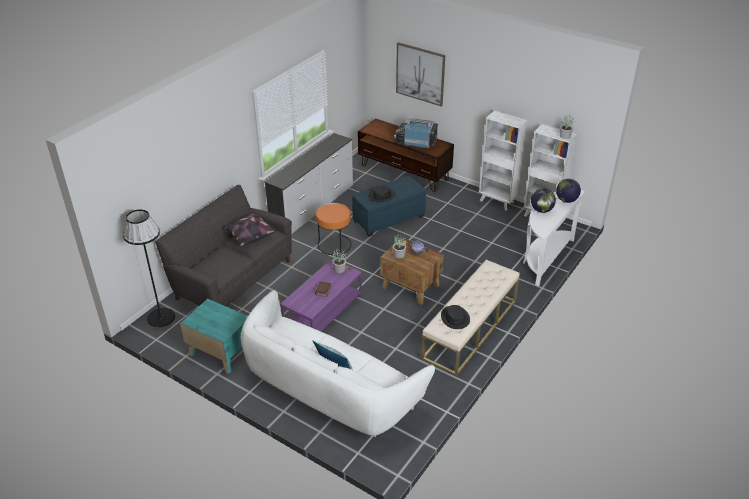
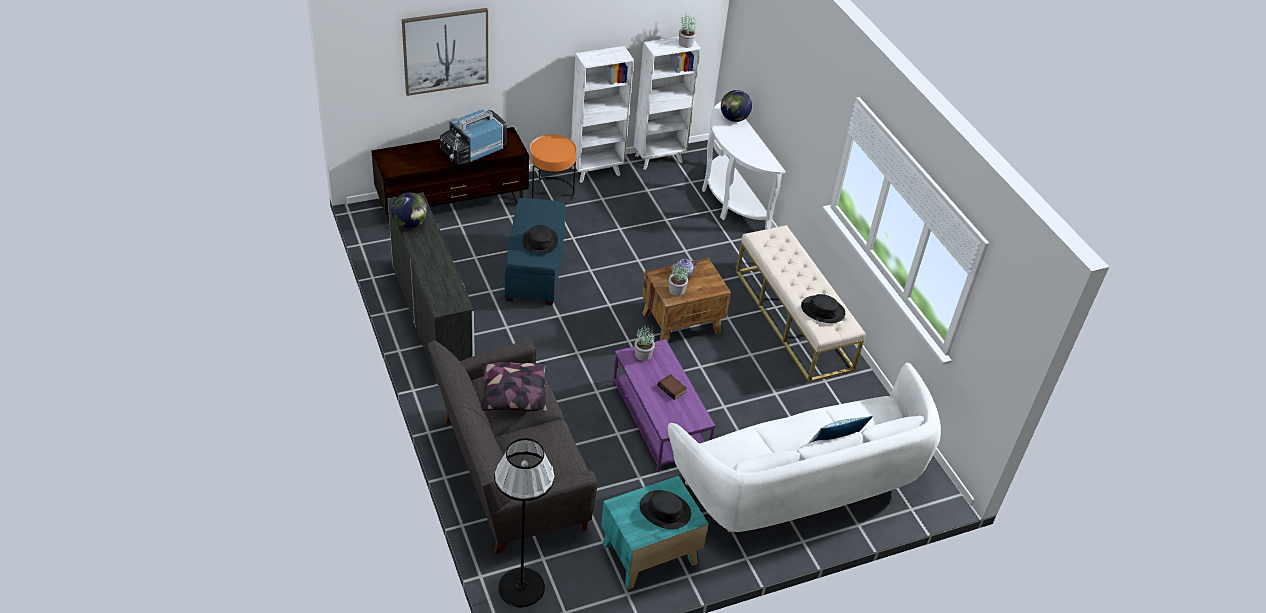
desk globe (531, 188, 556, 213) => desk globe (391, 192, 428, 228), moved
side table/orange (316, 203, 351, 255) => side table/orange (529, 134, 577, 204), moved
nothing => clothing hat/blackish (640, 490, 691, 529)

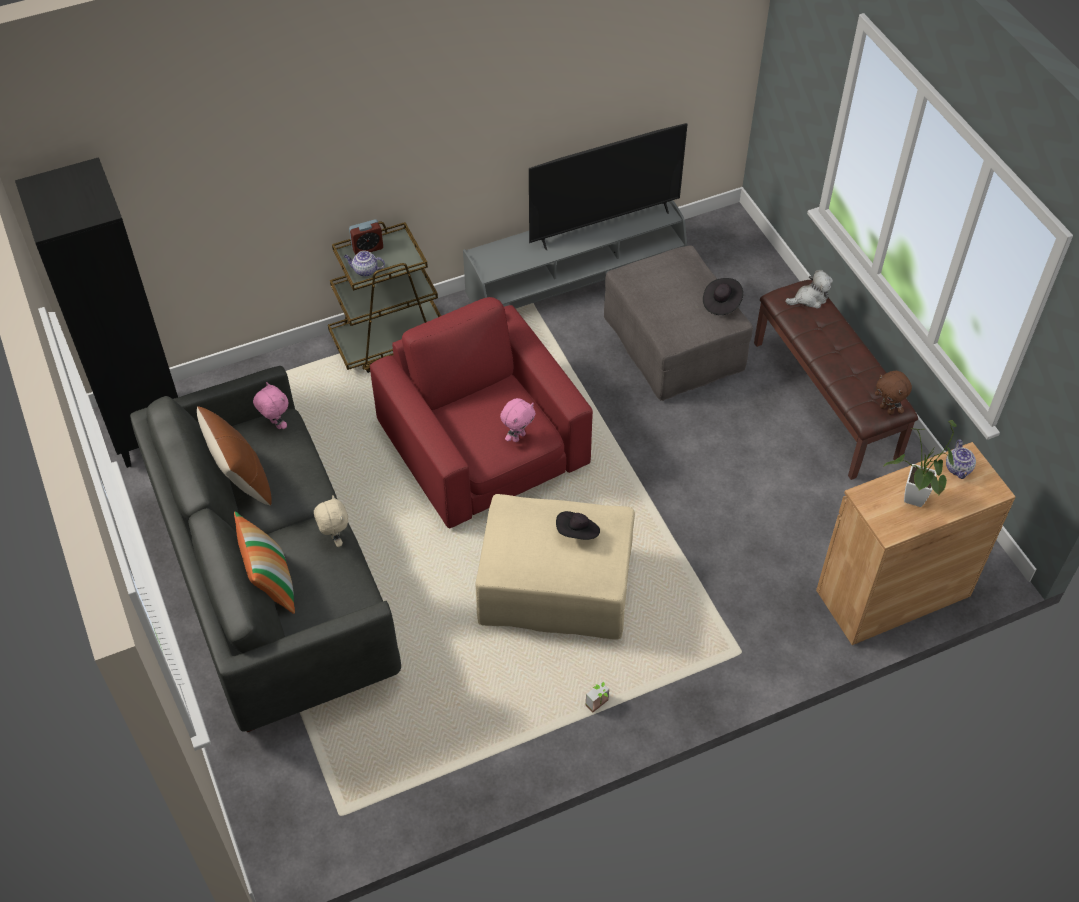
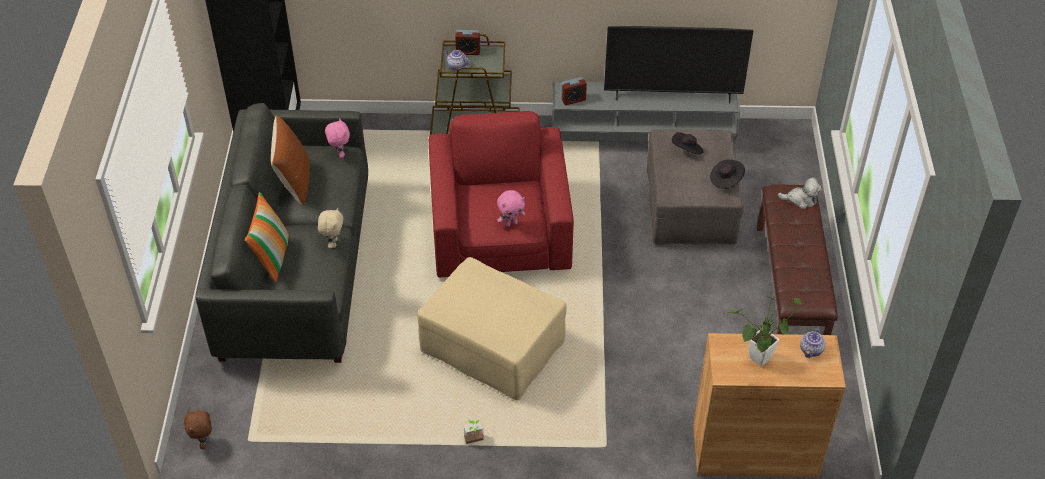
plush toy/brownish (875, 371, 912, 415) => plush toy/brownish (184, 410, 212, 450), moved
nothing => bedside clock (561, 77, 587, 105)
clothing hat/blackish (556, 511, 600, 540) => clothing hat/blackish (672, 132, 704, 154), moved

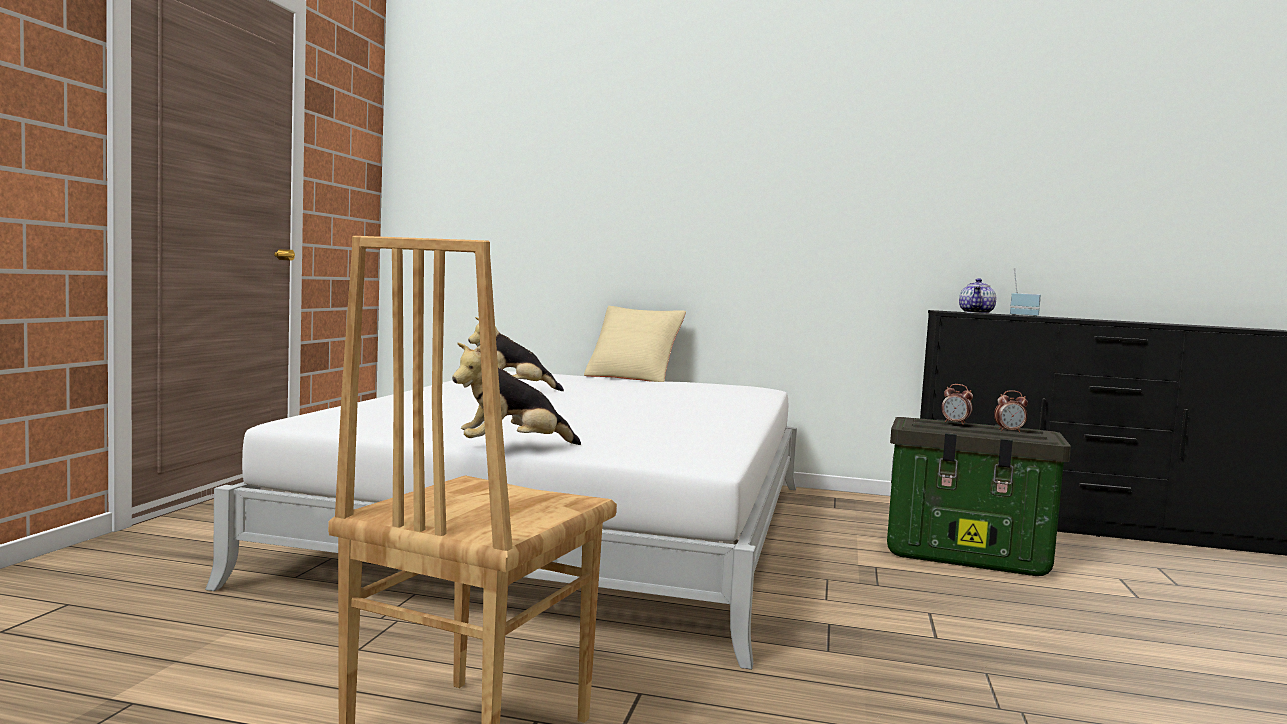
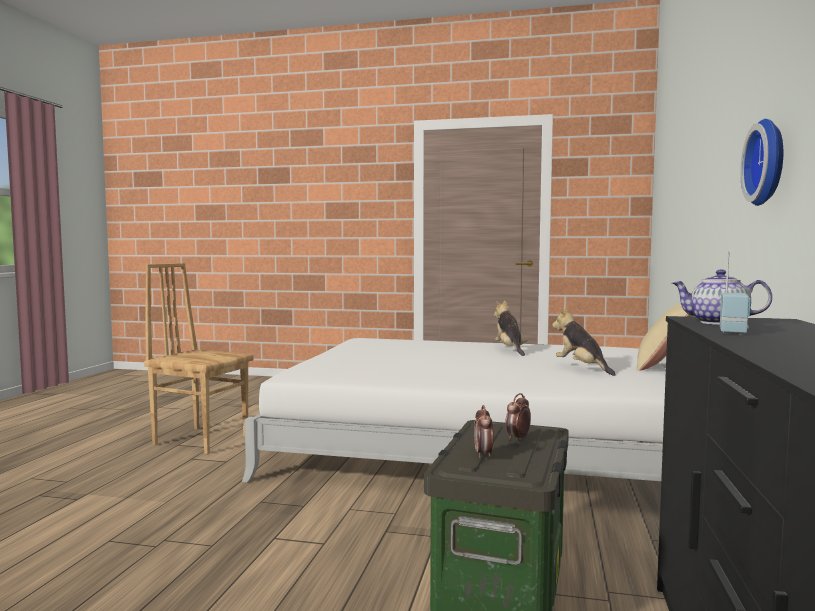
plush toy (452, 343, 581, 445) => plush toy (552, 308, 616, 376), moved
nothing => hanging clock (740, 119, 783, 206)

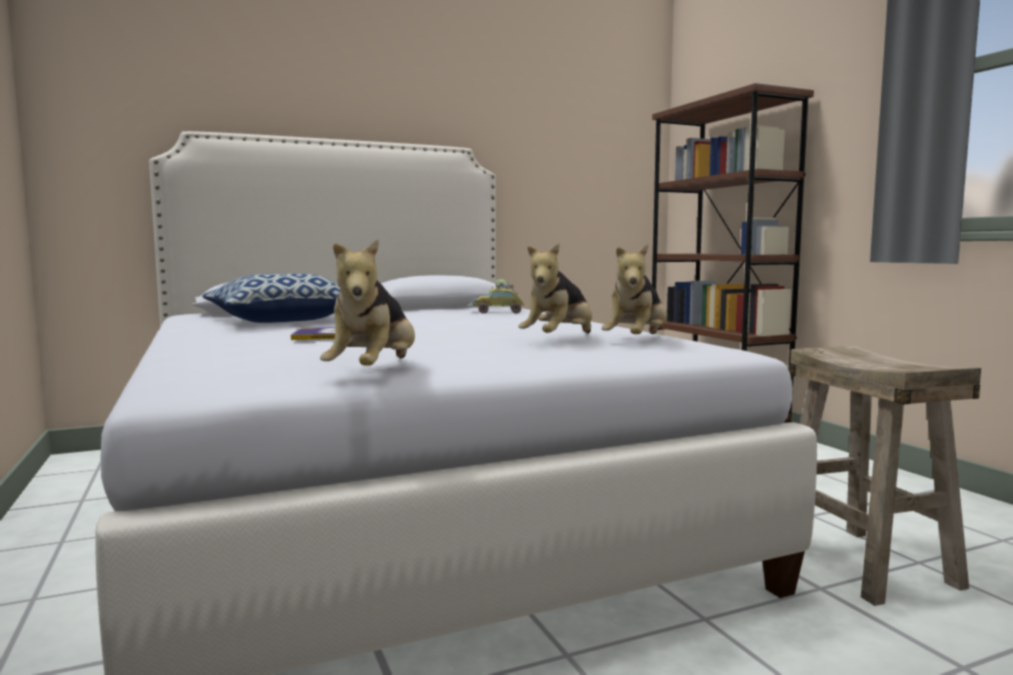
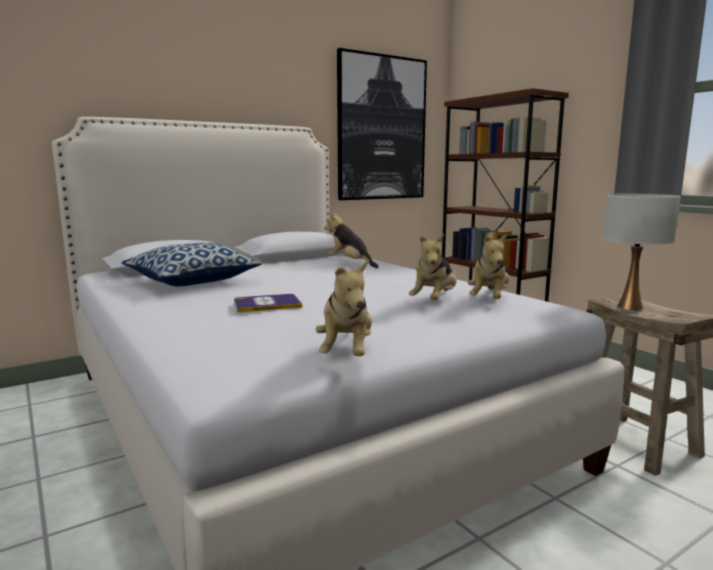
toy car (467, 279, 524, 314) => plush toy (324, 213, 379, 268)
nothing => wall art (337, 48, 427, 200)
nothing => table lamp/white (603, 194, 681, 310)

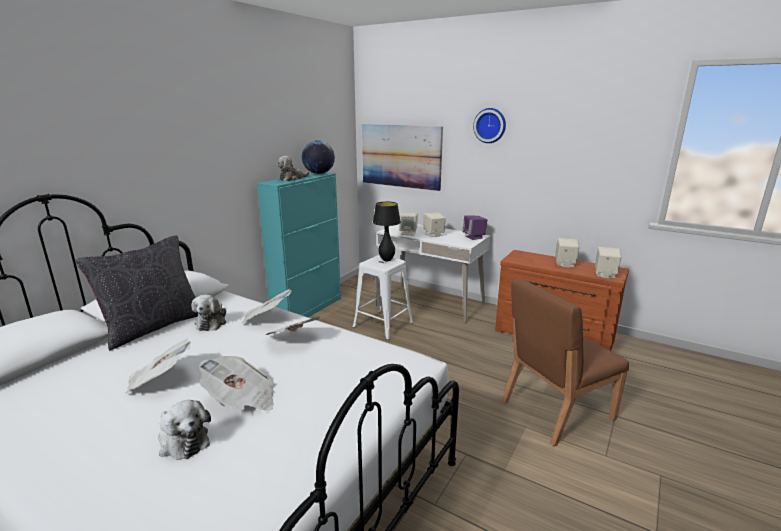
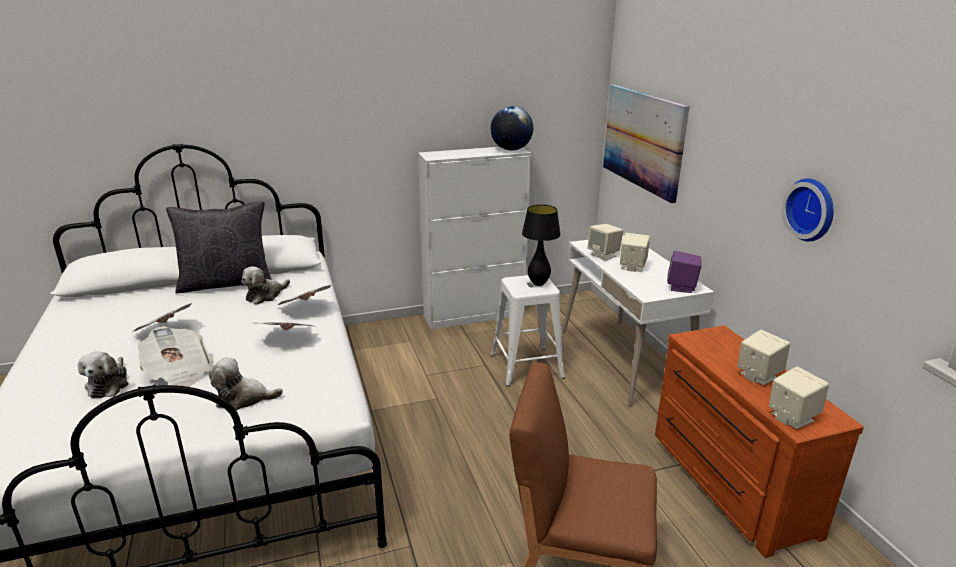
plush toy (277, 156, 309, 181) => plush toy (209, 357, 283, 410), moved
cabinet/turquoise (257, 173, 341, 317) => cabinet/white (418, 147, 531, 330)
hanging clock (473, 108, 506, 143) => hanging clock (782, 178, 834, 242), moved

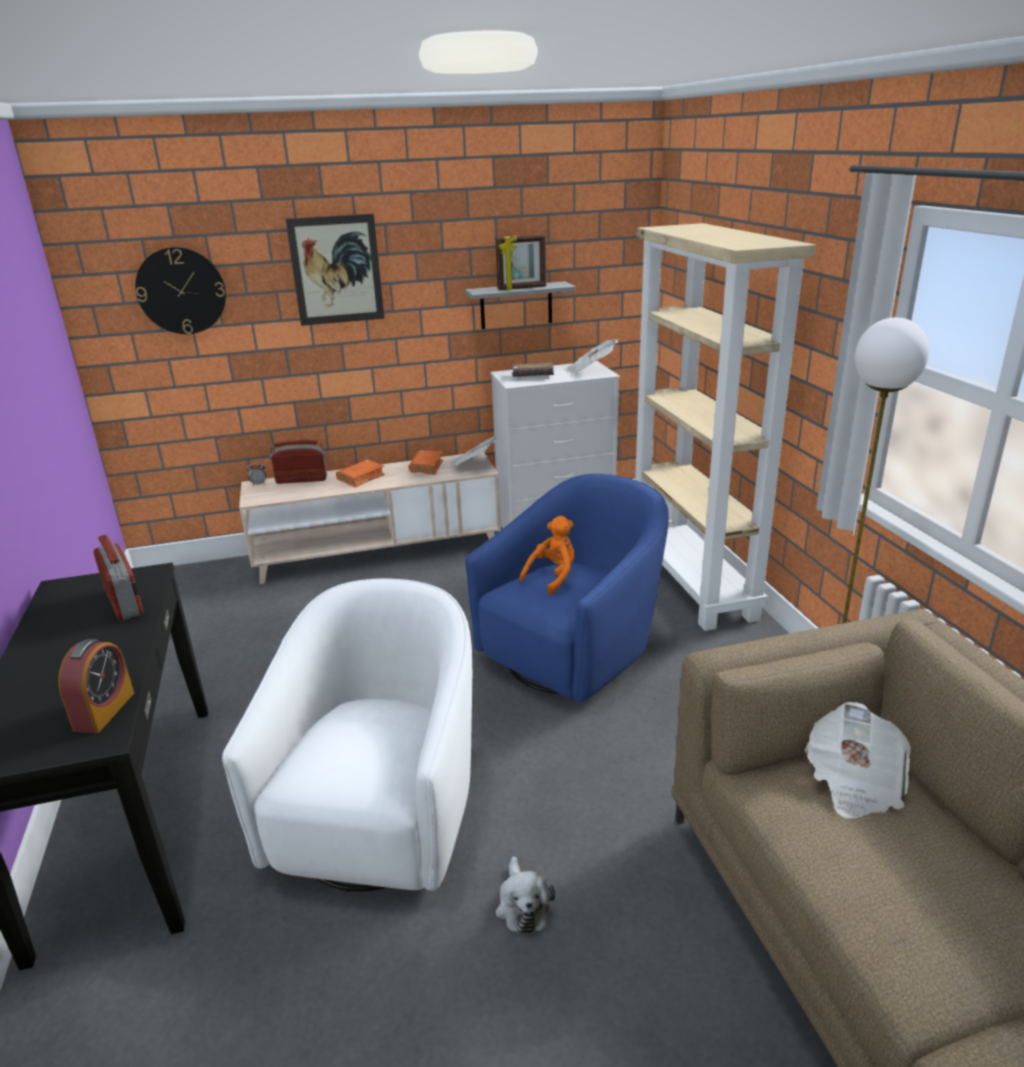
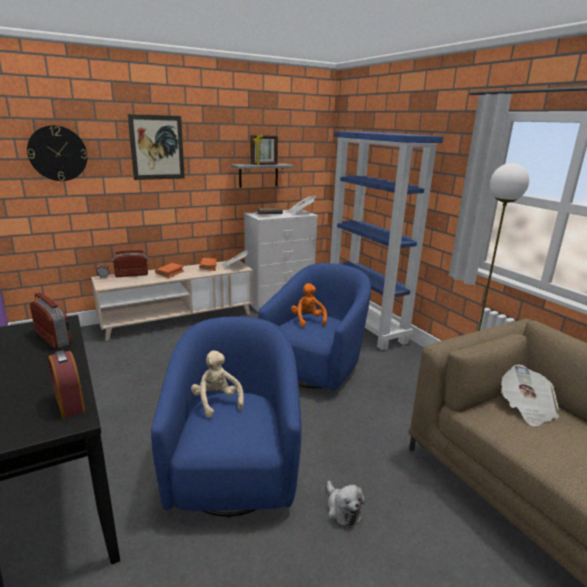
bedside clock (58, 639, 134, 733) => bedside clock (48, 350, 85, 418), 150 degrees clockwise
lounge chair/white (222, 578, 472, 892) => lounge chair/bluish (151, 317, 301, 517)
nothing => plush toy/beige (191, 350, 244, 418)
plush toy/orange (519, 516, 575, 595) => plush toy/orange (291, 283, 327, 327), 45 degrees counterclockwise
shelving unit/beige (635, 223, 816, 631) => shelving unit/bluish (330, 131, 443, 350)

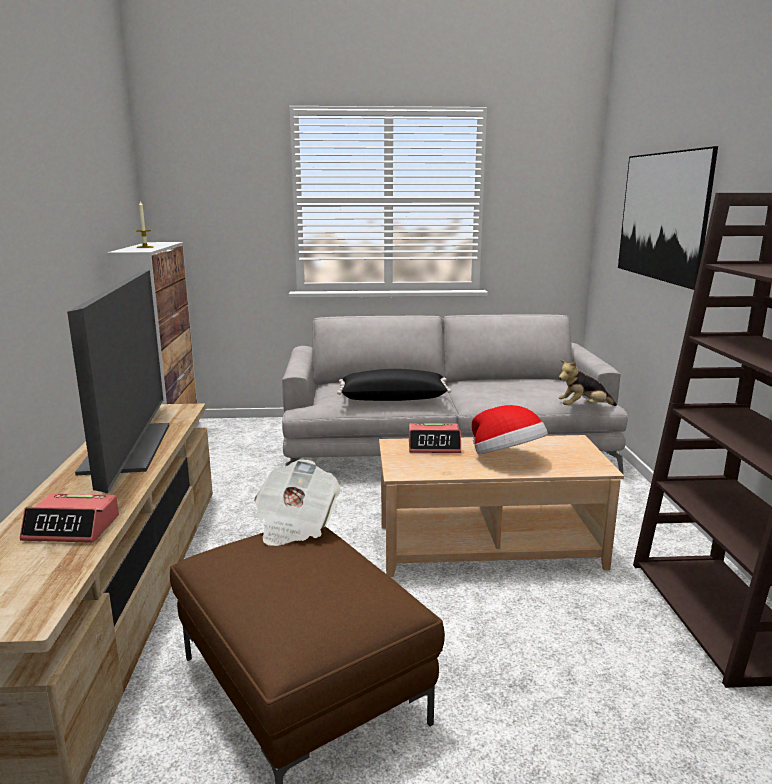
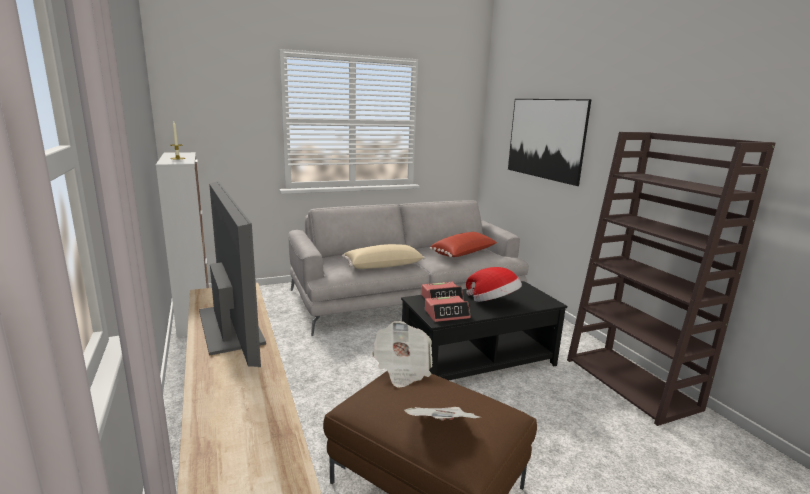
cushion/blackish (337, 369, 451, 401) => cushion/beige (342, 244, 425, 269)
low table/beige (379, 435, 624, 577) => low table/blackish (401, 281, 567, 380)
nothing => newspaper (404, 407, 480, 421)
bedside clock (20, 493, 119, 543) => bedside clock (425, 296, 471, 322), moved
nothing => cushion/red (429, 232, 497, 257)
plush toy (559, 360, 617, 406) => nothing

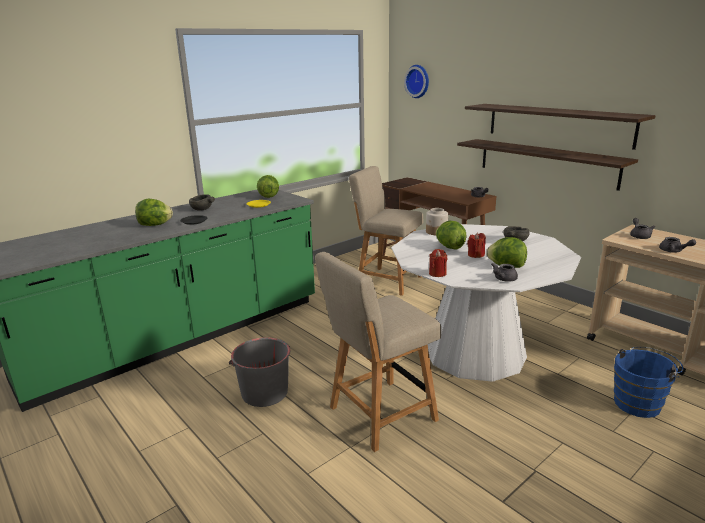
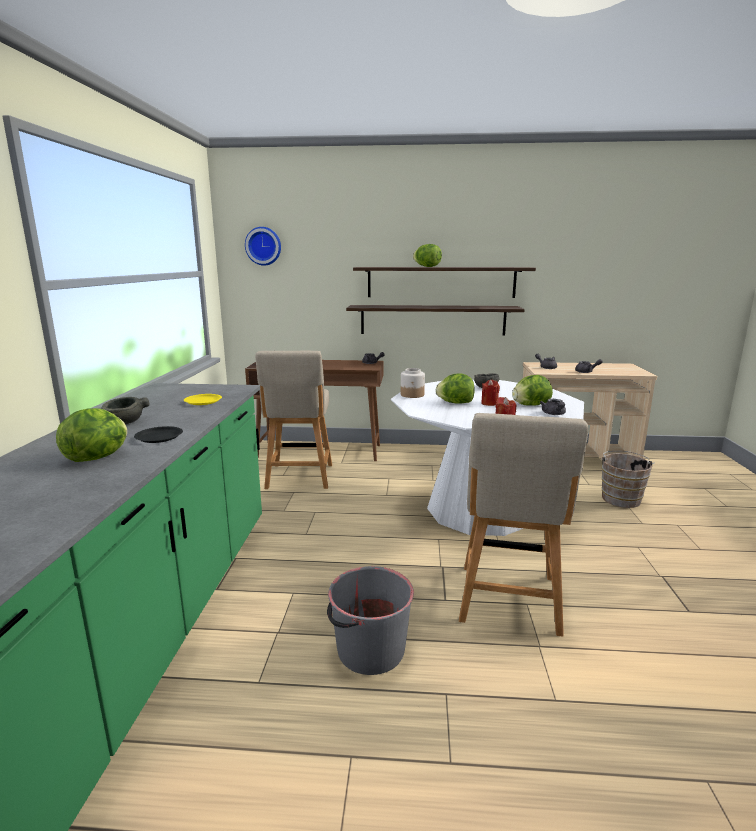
chair/beige (349, 166, 424, 296) => chair/beige (255, 351, 332, 489), 75 degrees counterclockwise
lettuce head (257, 175, 279, 198) => lettuce head (413, 244, 442, 267), moved
bucket/bluish (614, 347, 683, 418) => bucket/brownish (600, 451, 655, 508)

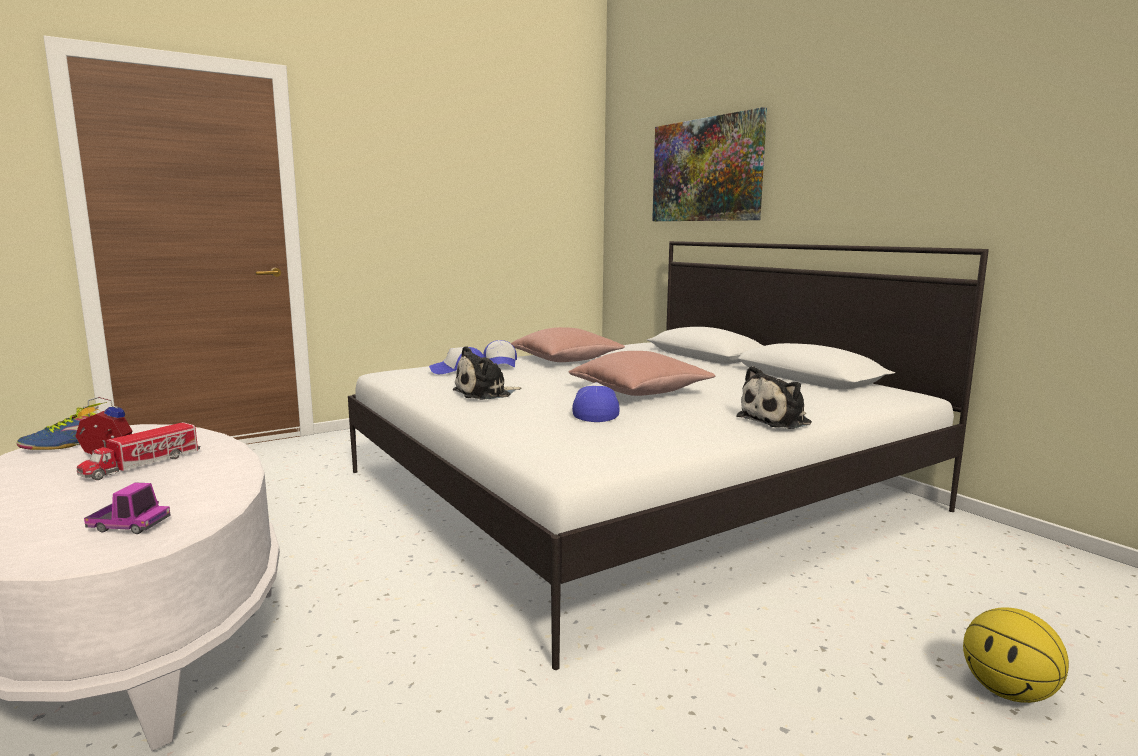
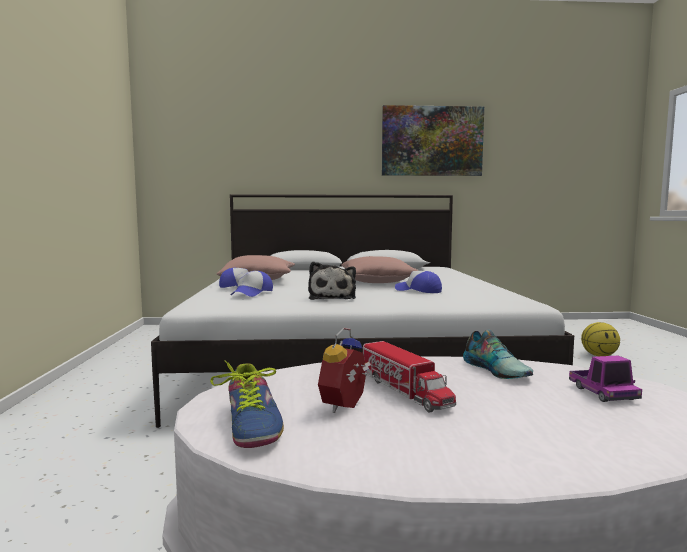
wall art (652, 107, 767, 221) => wall art (382, 105, 484, 176), moved
nothing => item of footwear (463, 330, 533, 379)
model truck (84, 482, 171, 534) => model truck (569, 355, 642, 402), 135 degrees clockwise
plush toy (736, 366, 812, 429) => nothing

